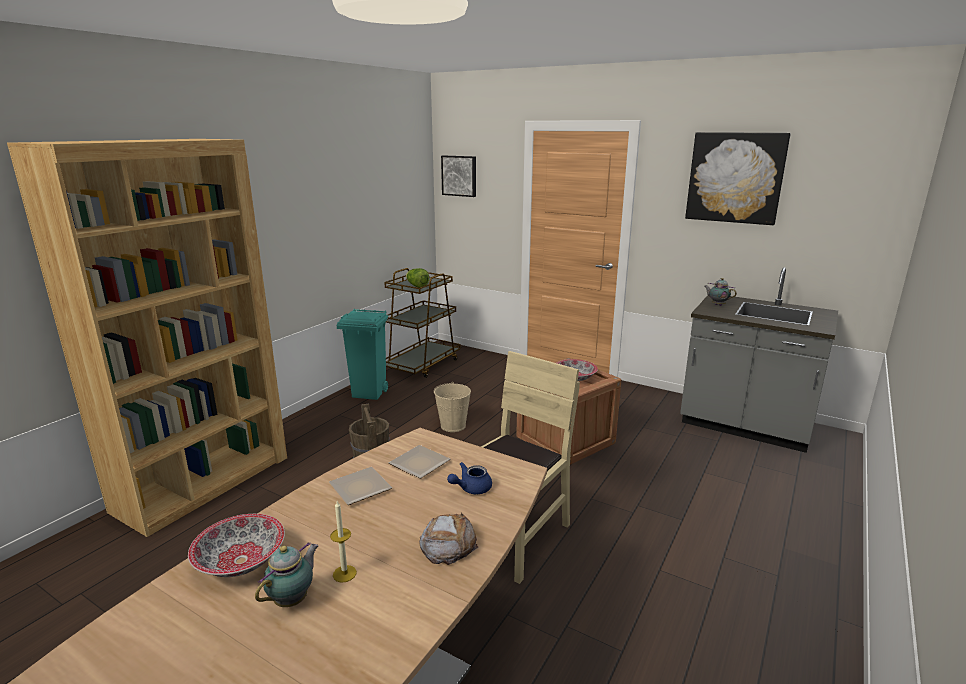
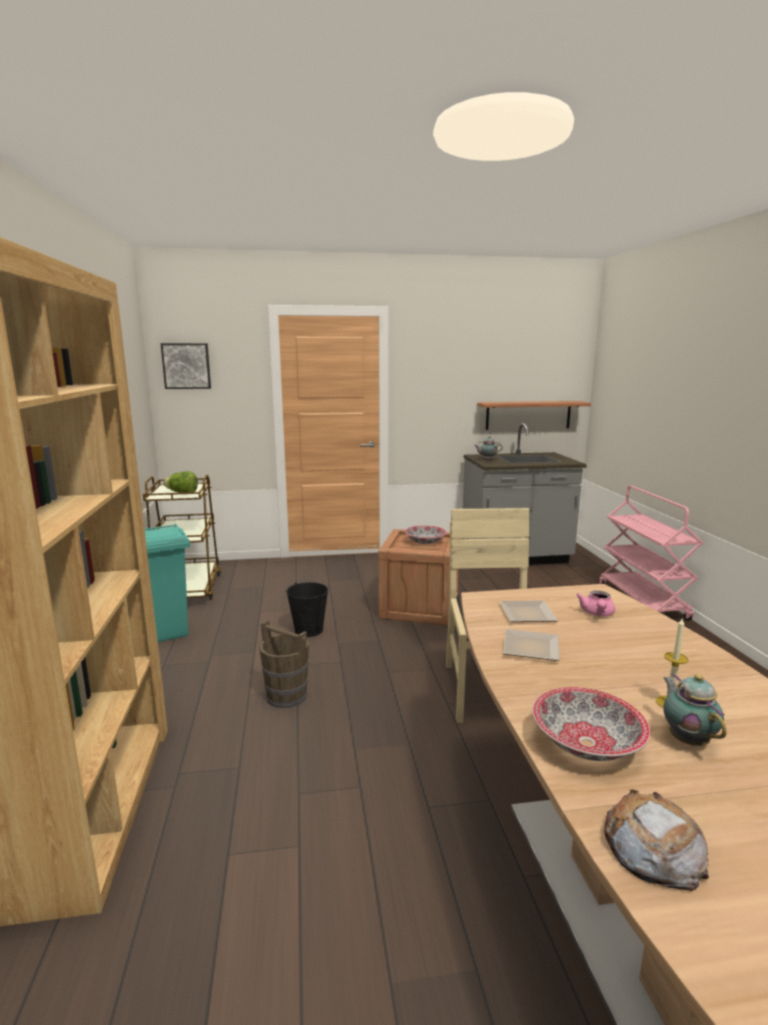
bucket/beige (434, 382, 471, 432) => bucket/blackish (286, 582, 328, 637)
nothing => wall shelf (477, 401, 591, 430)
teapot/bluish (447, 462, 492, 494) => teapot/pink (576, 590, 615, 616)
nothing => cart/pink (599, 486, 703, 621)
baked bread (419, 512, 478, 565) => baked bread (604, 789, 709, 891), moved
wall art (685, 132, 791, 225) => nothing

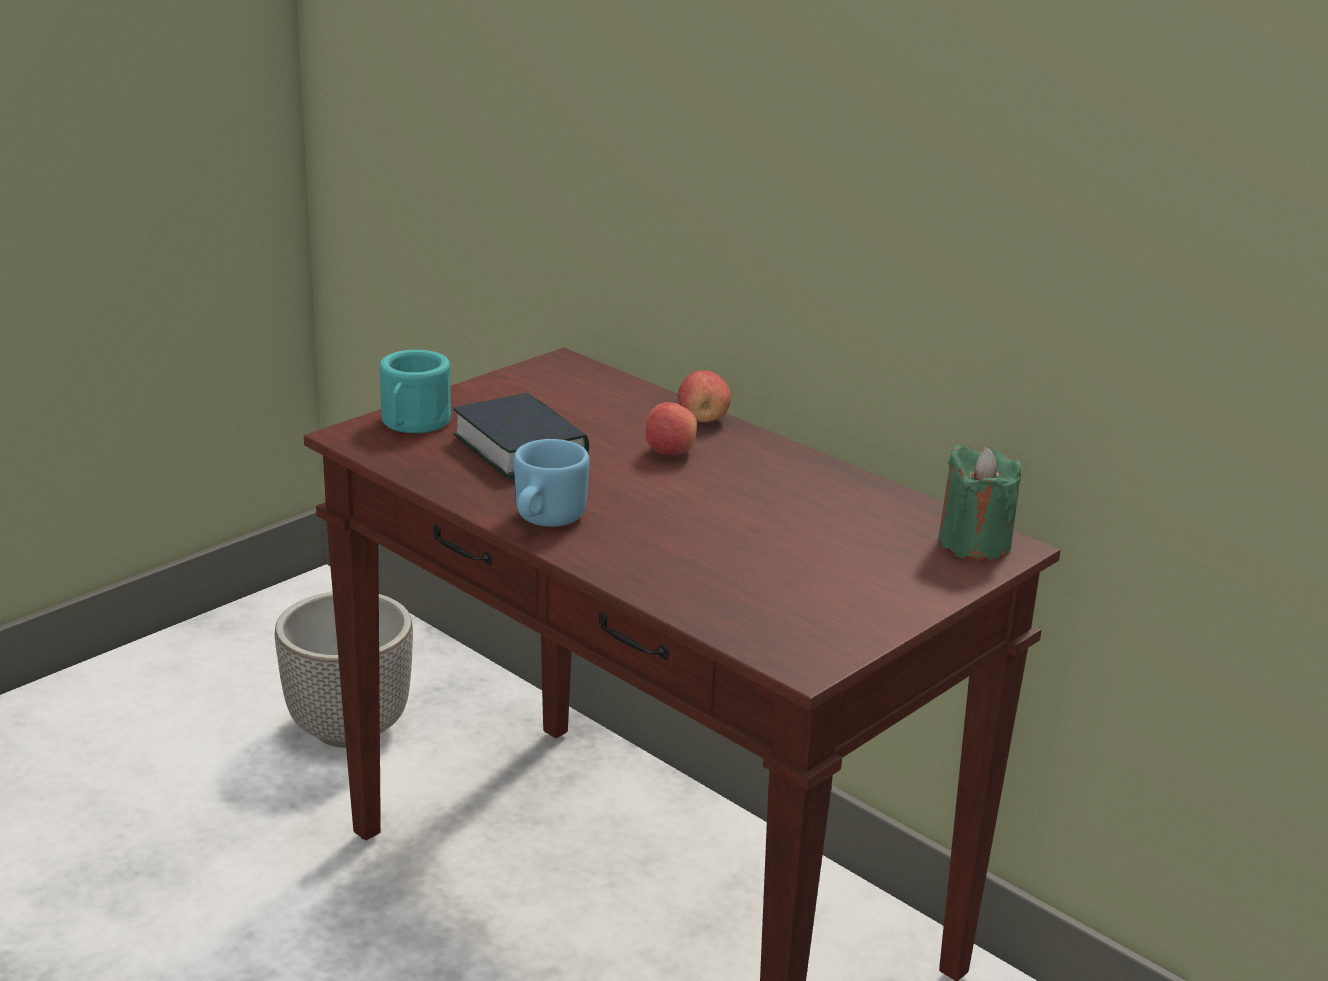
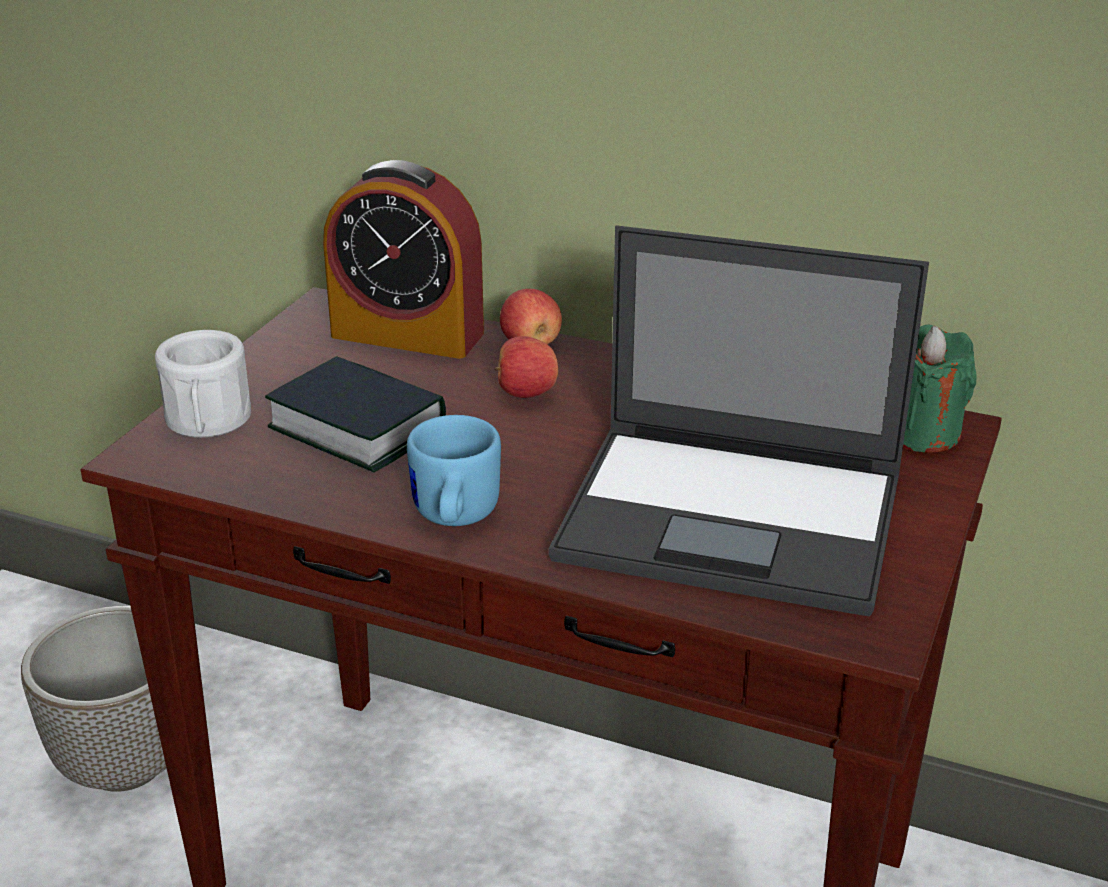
coffee mug/turquoise (379, 350, 451, 433) => coffee mug/white (155, 330, 251, 438)
nothing => bedside clock (323, 160, 484, 359)
nothing => laptop (549, 225, 929, 617)

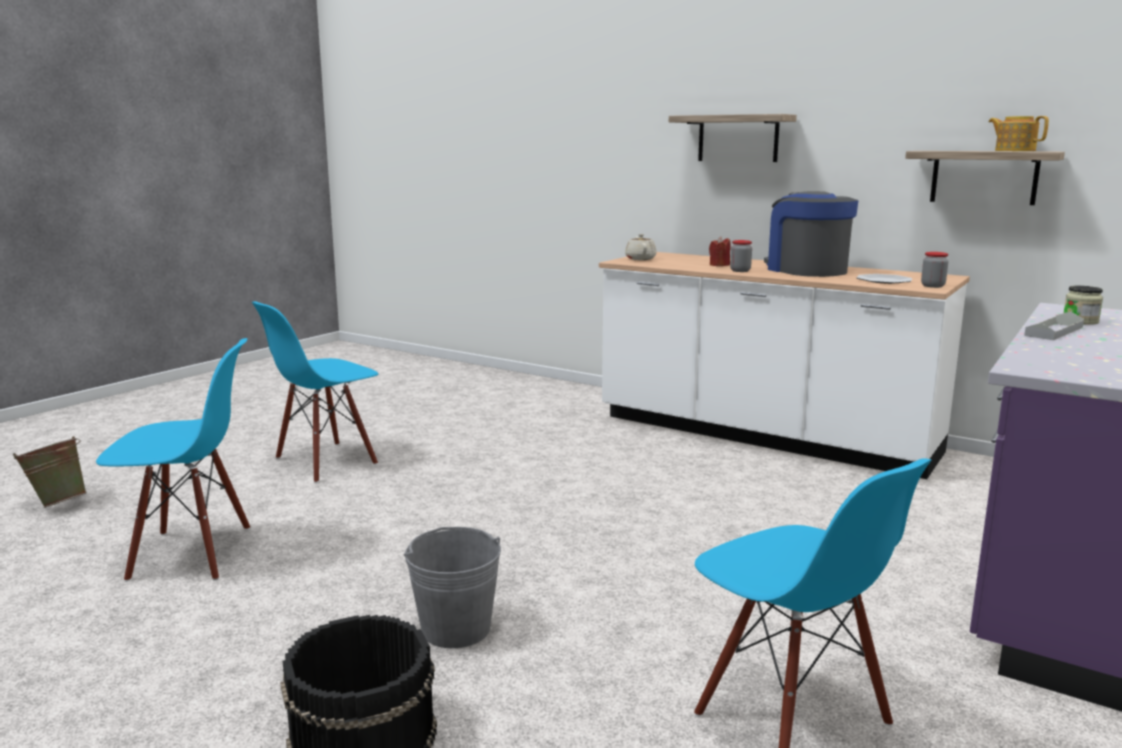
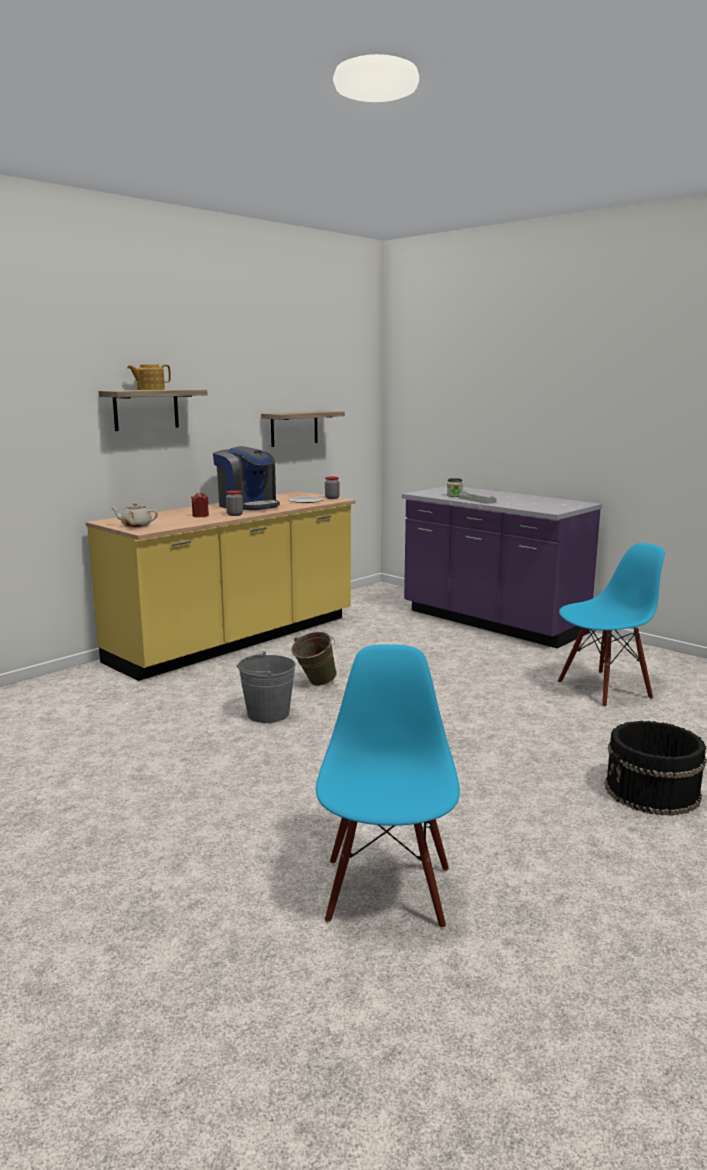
kitchen counter/white (599, 252, 970, 479) => kitchen counter/yellowish (86, 491, 355, 681)
teapot (989, 116, 1049, 151) => teapot (127, 365, 171, 390), moved
coffee brewer (764, 191, 859, 277) => coffee brewer (213, 446, 280, 510), 120 degrees counterclockwise
bucket/gray (404, 527, 501, 648) => bucket/gray (237, 652, 296, 723), moved
bucket/green-coloured (13, 436, 87, 508) => bucket/green-coloured (291, 632, 337, 686), moved
chair/bluish (252, 301, 378, 483) => nothing

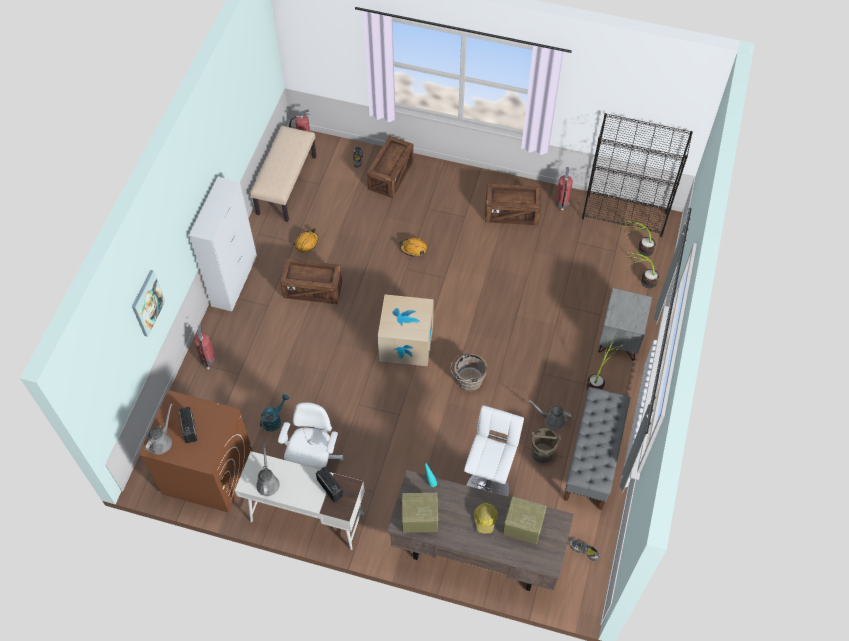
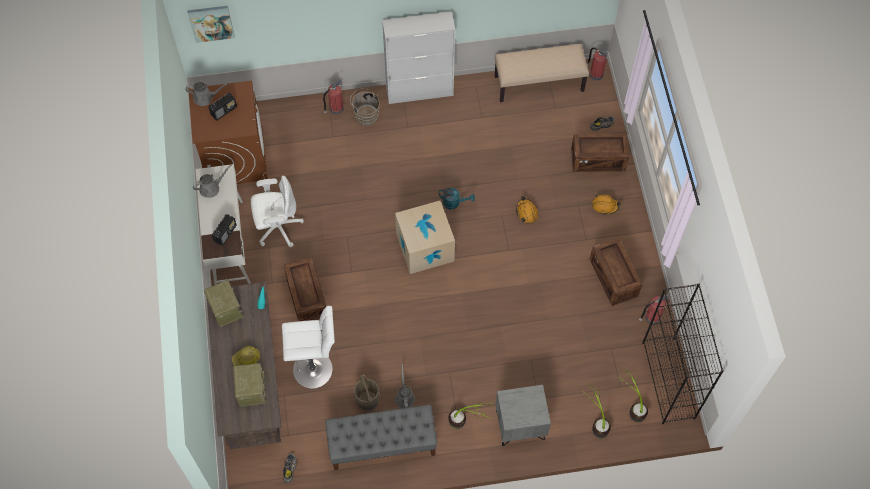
wall art (132, 270, 165, 337) => wall art (187, 6, 235, 43), moved
crate (280, 258, 343, 304) => crate (284, 257, 326, 321), moved
bucket/brownish (450, 353, 487, 391) => bucket/brownish (350, 89, 380, 126), moved
watering can/turquoise (260, 394, 289, 432) => watering can/turquoise (439, 188, 475, 210), moved
safety helmet/orange (294, 228, 319, 253) => safety helmet/orange (592, 194, 621, 214), moved

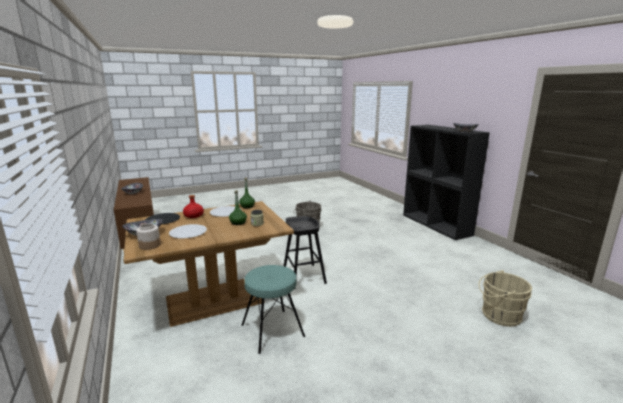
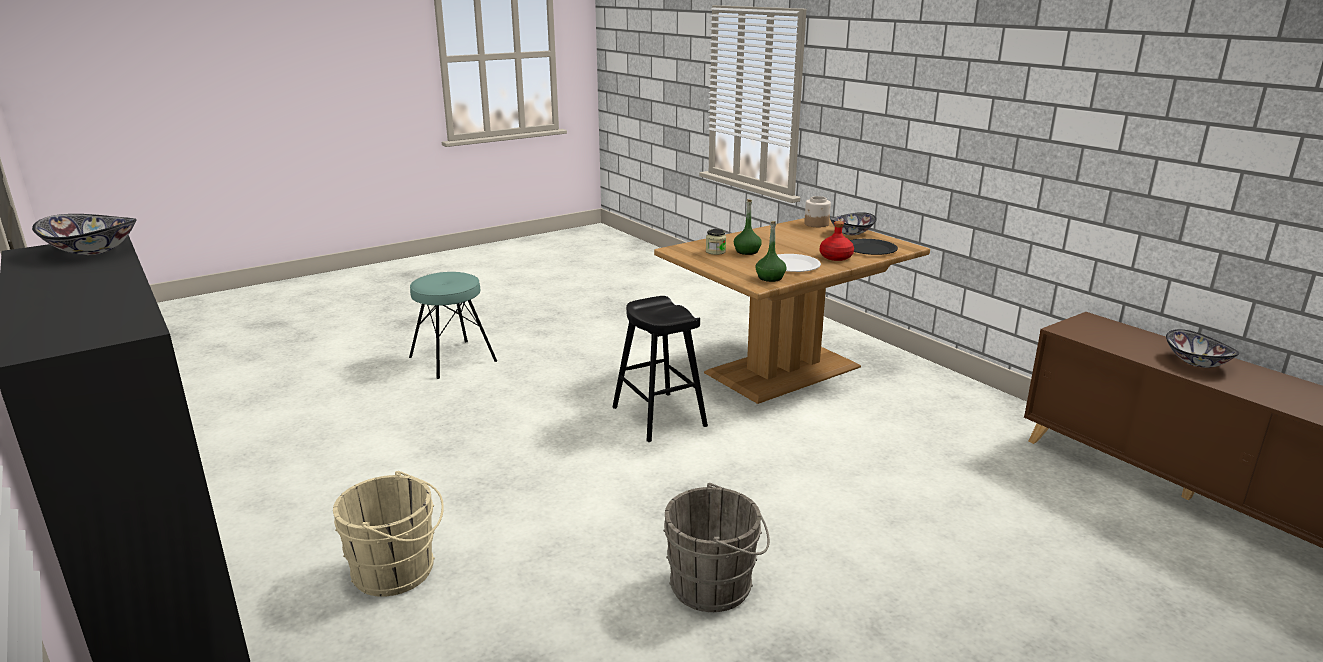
bucket/beige (479, 270, 532, 327) => bucket/beige (333, 471, 444, 597), moved
stool/turquoise (242, 265, 305, 354) => stool/turquoise (409, 272, 497, 379), moved
flat dish/white (169, 224, 207, 239) => nothing

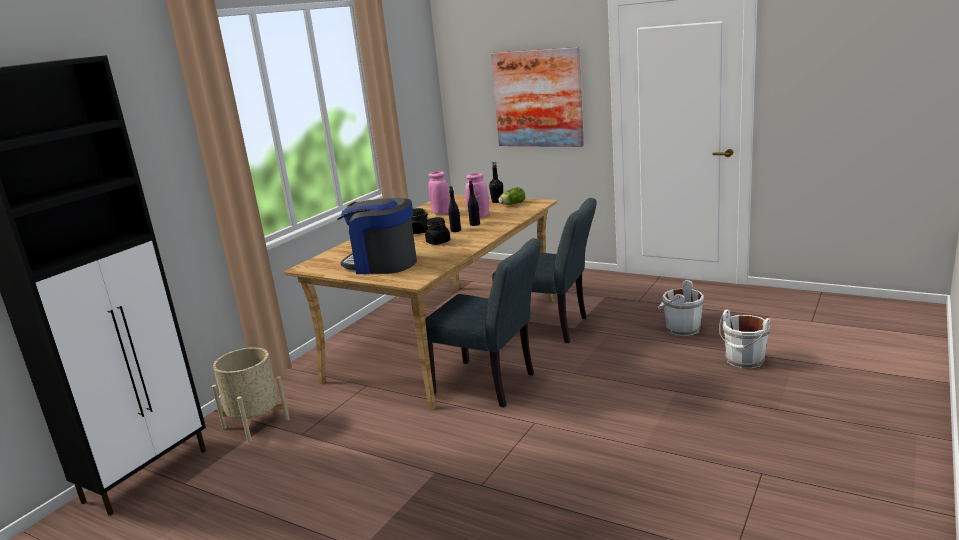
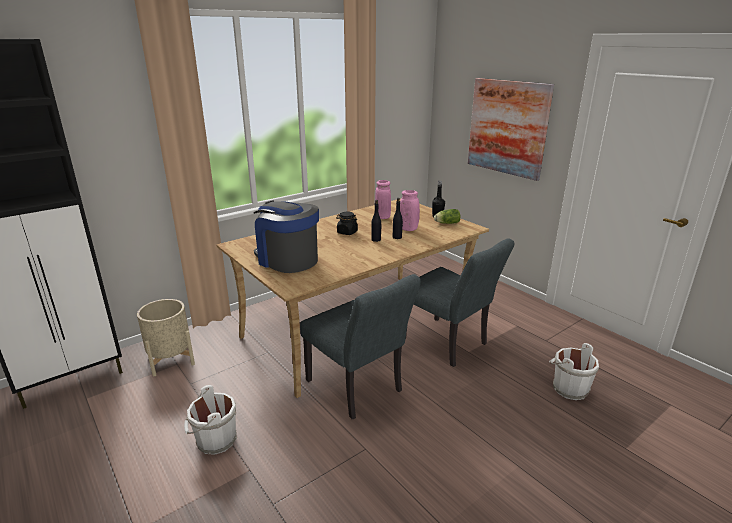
bucket/white (719, 309, 770, 369) => bucket/white (184, 385, 237, 455), moved
storage jar/blackish (425, 217, 450, 245) => nothing

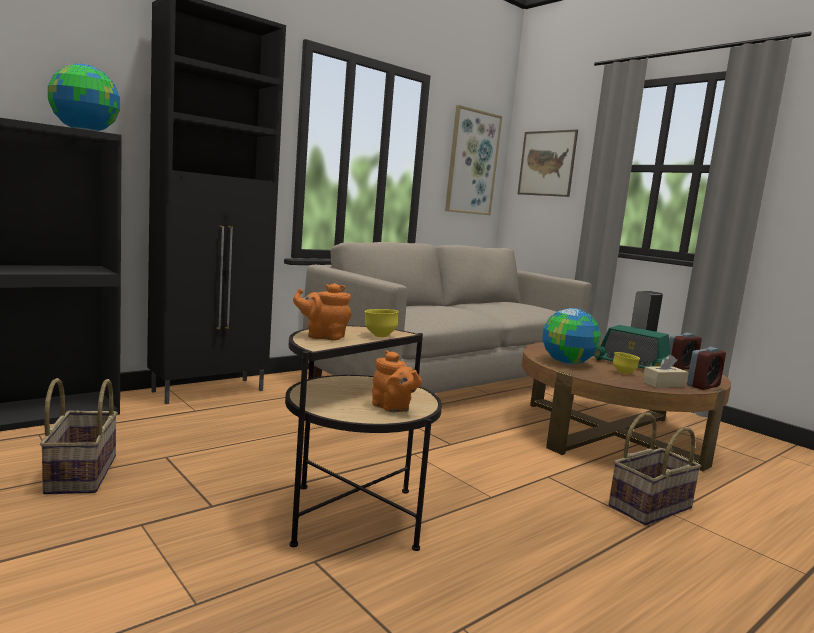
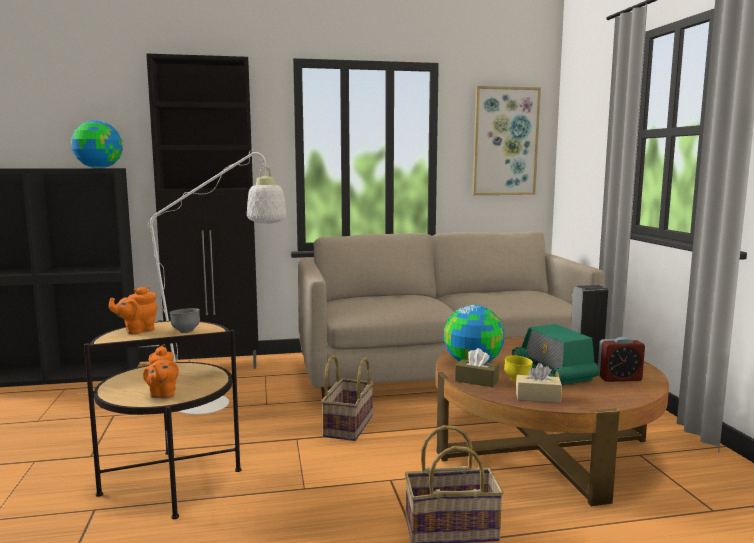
nothing => standing lamp/white (77, 150, 286, 415)
teapot/orange (293, 283, 351, 341) => teapot/orange (109, 286, 157, 334), 75 degrees counterclockwise
bowl/yellowish (365, 309, 399, 337) => bowl/gray (169, 308, 200, 333)
basket (40, 378, 118, 494) => basket (321, 355, 374, 441), moved
nothing => box of tissues/brownish (455, 348, 499, 387)
wall art (518, 130, 578, 197) => nothing
bedside clock (687, 347, 726, 390) => nothing

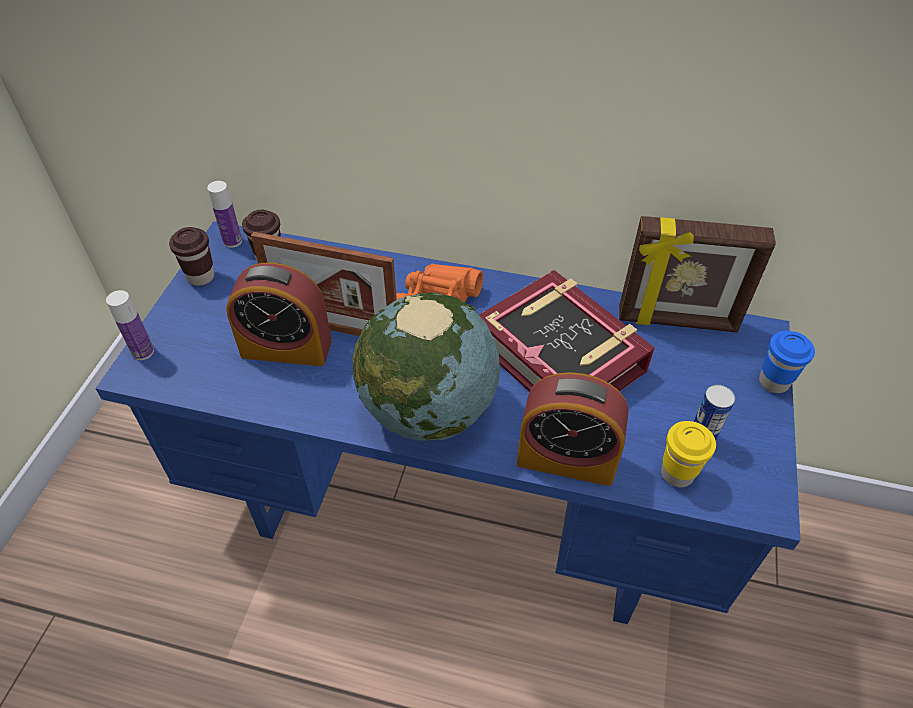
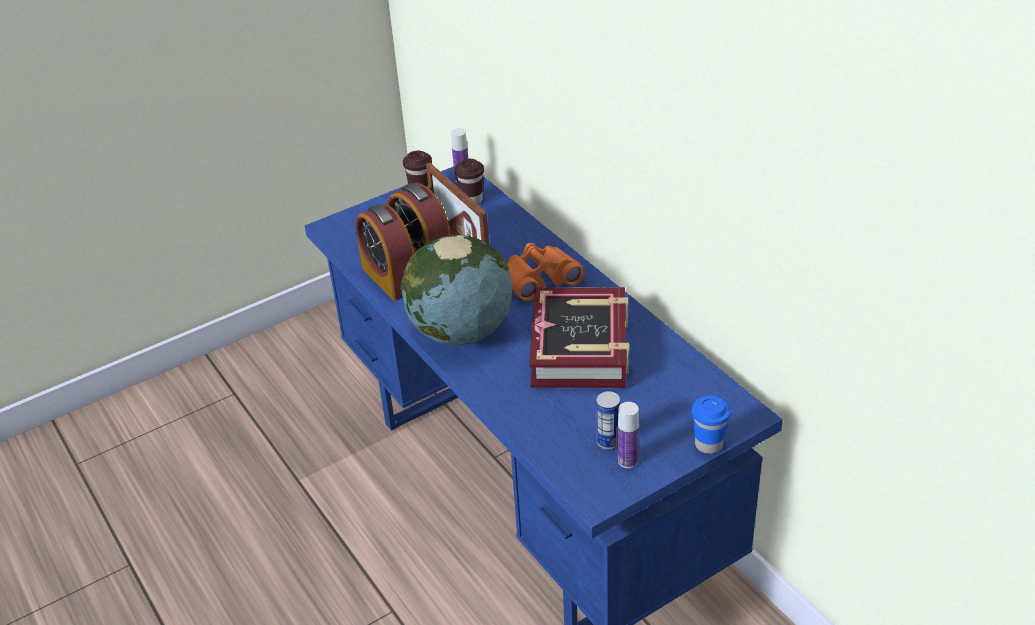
bedside clock (517, 372, 629, 486) => bedside clock (356, 204, 414, 301), moved
bottle (106, 290, 154, 360) => bottle (618, 402, 639, 468), moved
photo frame (619, 216, 776, 332) => nothing
small cup/yellowish (661, 421, 716, 487) => nothing

